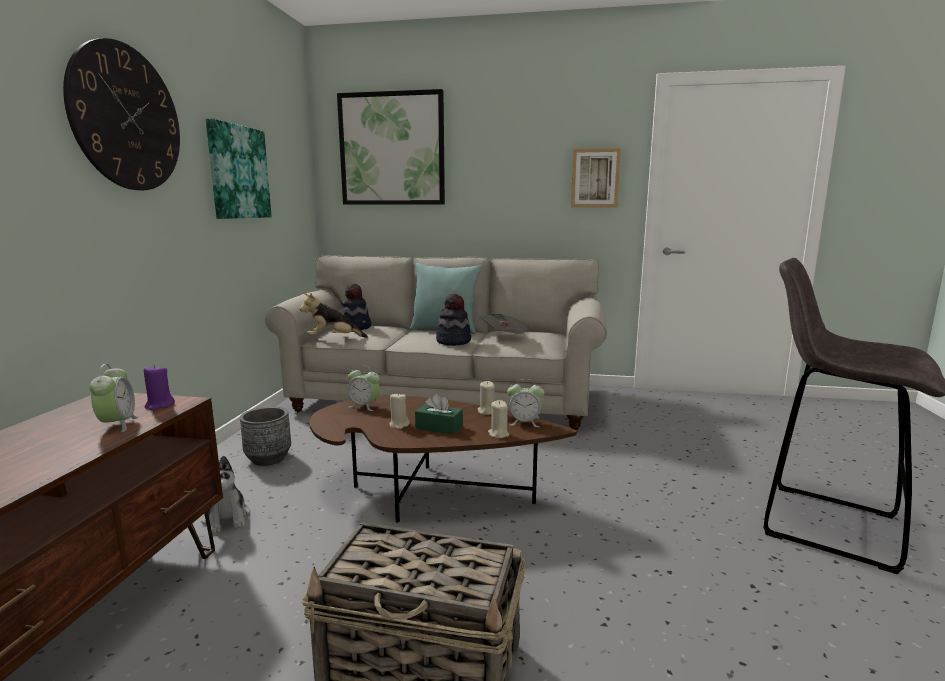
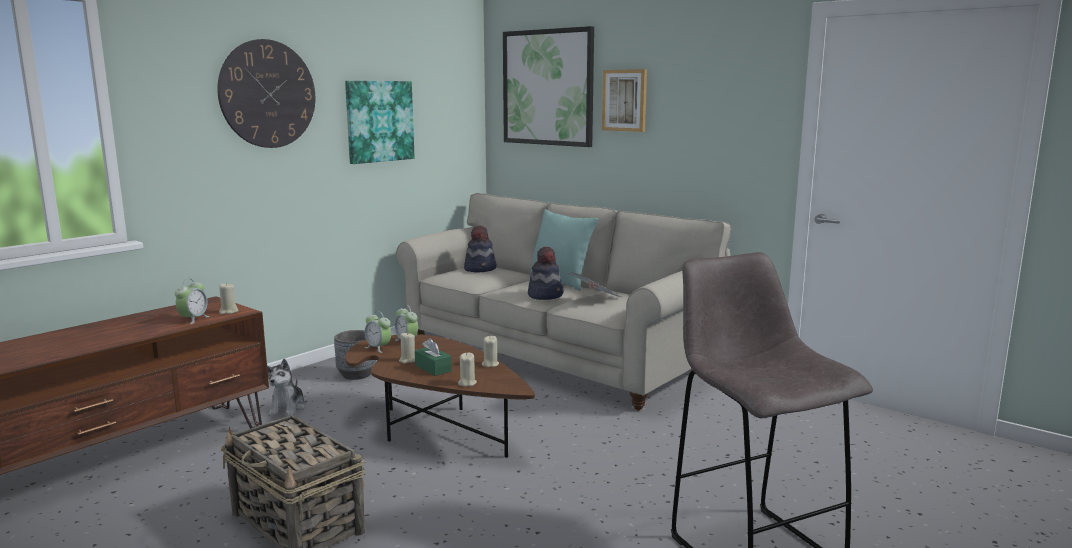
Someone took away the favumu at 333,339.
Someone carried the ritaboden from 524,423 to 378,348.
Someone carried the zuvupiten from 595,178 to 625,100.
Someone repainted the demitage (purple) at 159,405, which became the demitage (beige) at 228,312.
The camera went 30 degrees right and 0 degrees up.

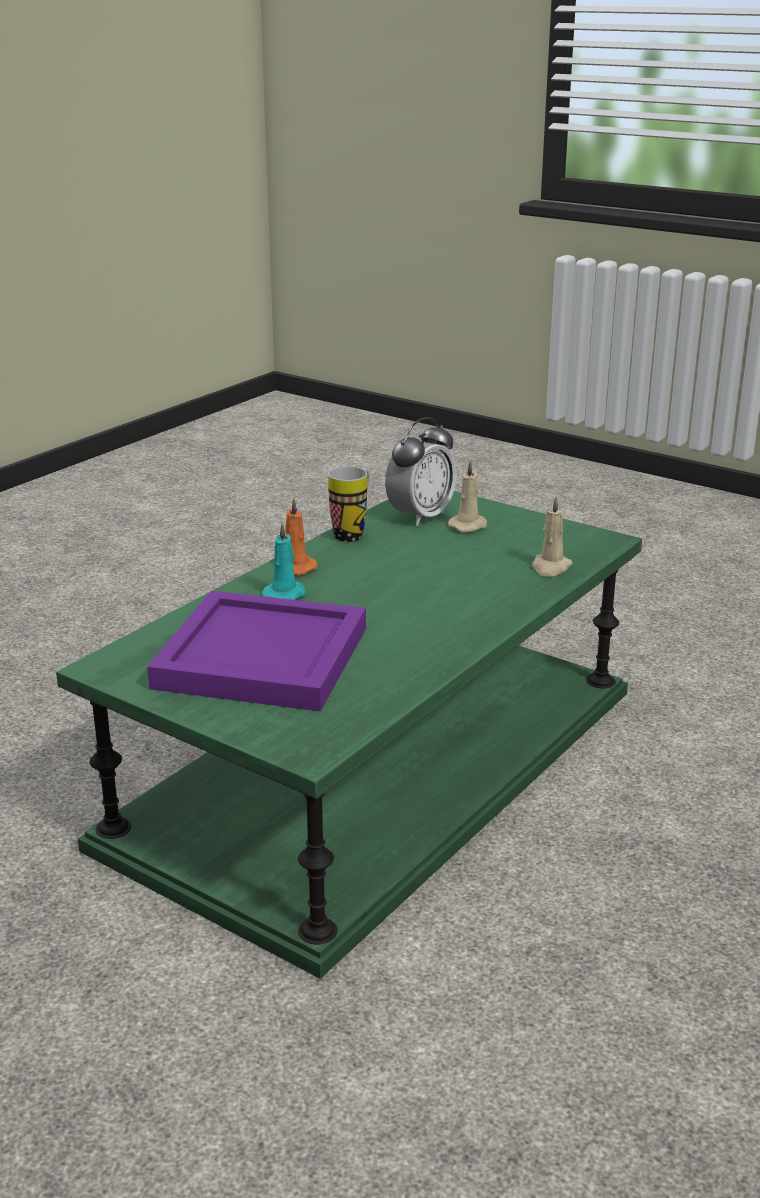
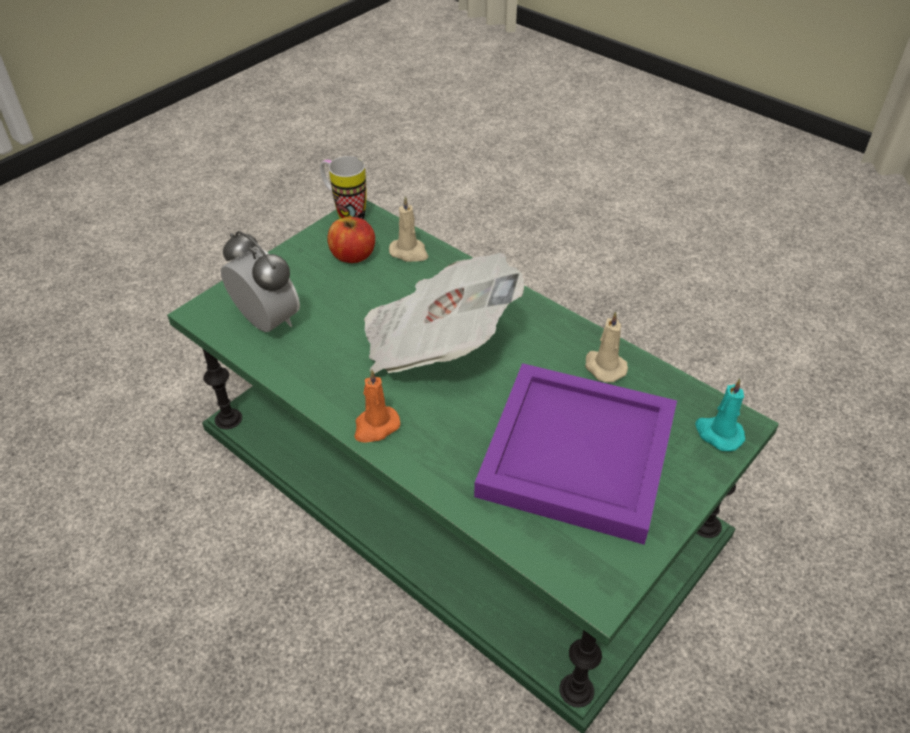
Someone put down the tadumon at 353,255.
Someone put down the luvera at 436,344.
Someone carried the demitage (turquoise) from 286,594 to 718,433.
Someone carried the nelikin from 353,533 to 345,214.
Someone carried the demitage (beige) from 469,526 to 604,367.
The camera went 85 degrees left and 20 degrees up.

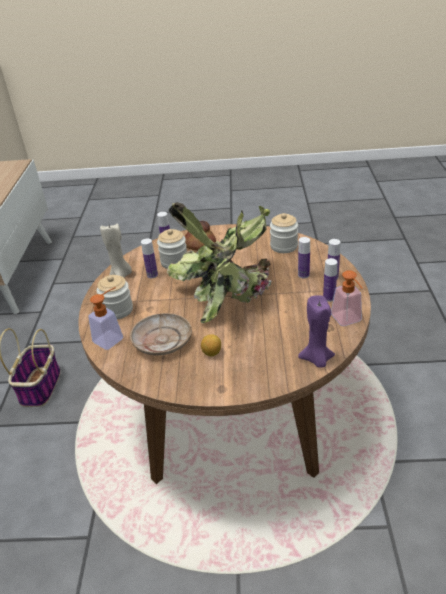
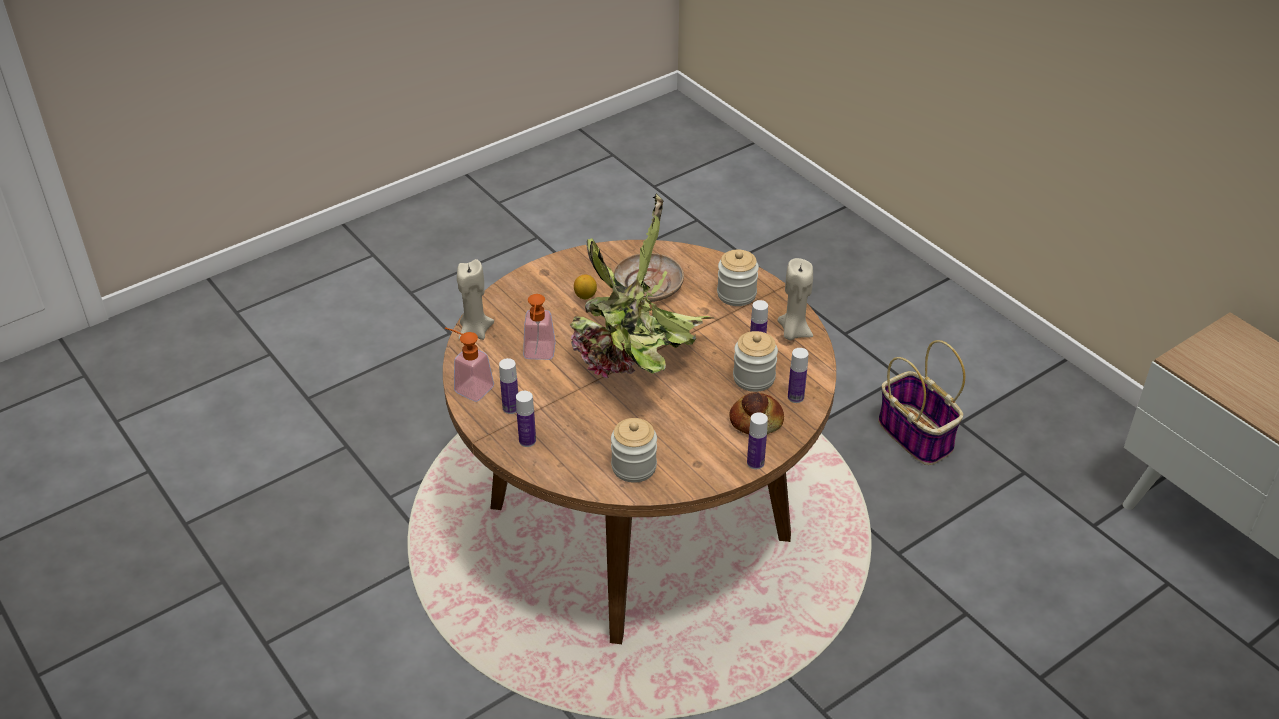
Someone carried the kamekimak from 112,337 to 539,355.
Someone carried the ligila from 303,275 to 755,463.
Someone repainted the demitage (purple) at 317,360, which became the demitage (beige) at 475,332.
The camera went 140 degrees right and 5 degrees up.

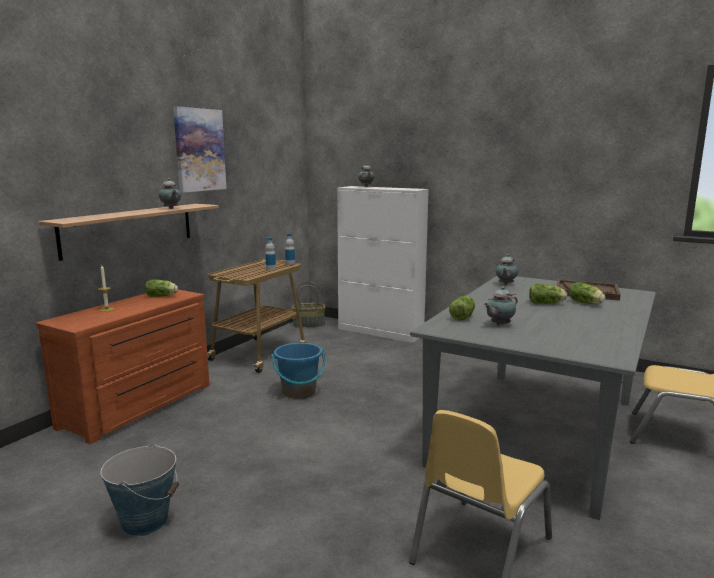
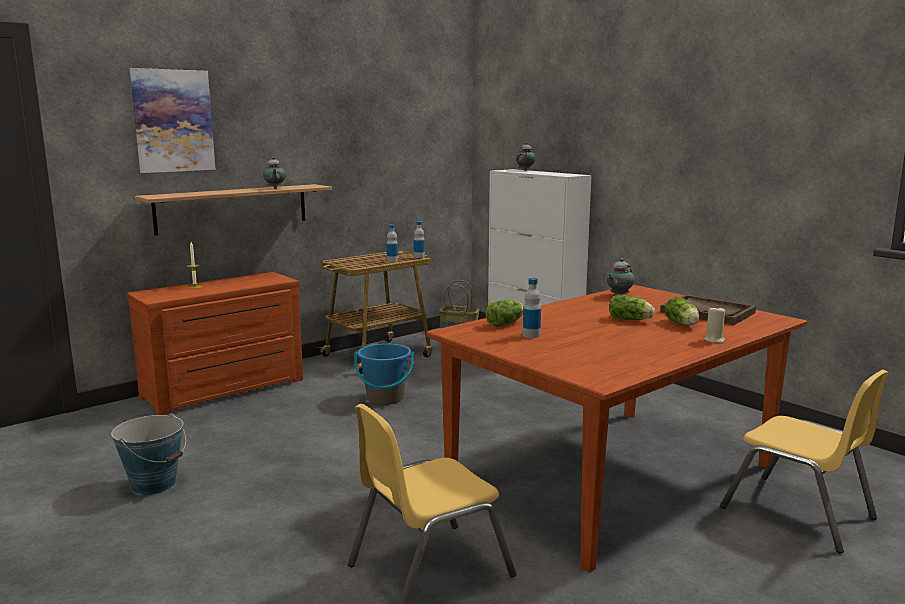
Someone took away the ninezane at 162,296.
Someone put down the demitage (beige) at 714,340.
Someone carried the zuvupiten from 199,150 to 173,121.
Someone swapped the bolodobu at 499,325 for the ligila at 531,335.
Someone repainted the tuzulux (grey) at 536,431, which became the tuzulux (brown) at 612,476.
The camera went 20 degrees right and 0 degrees up.

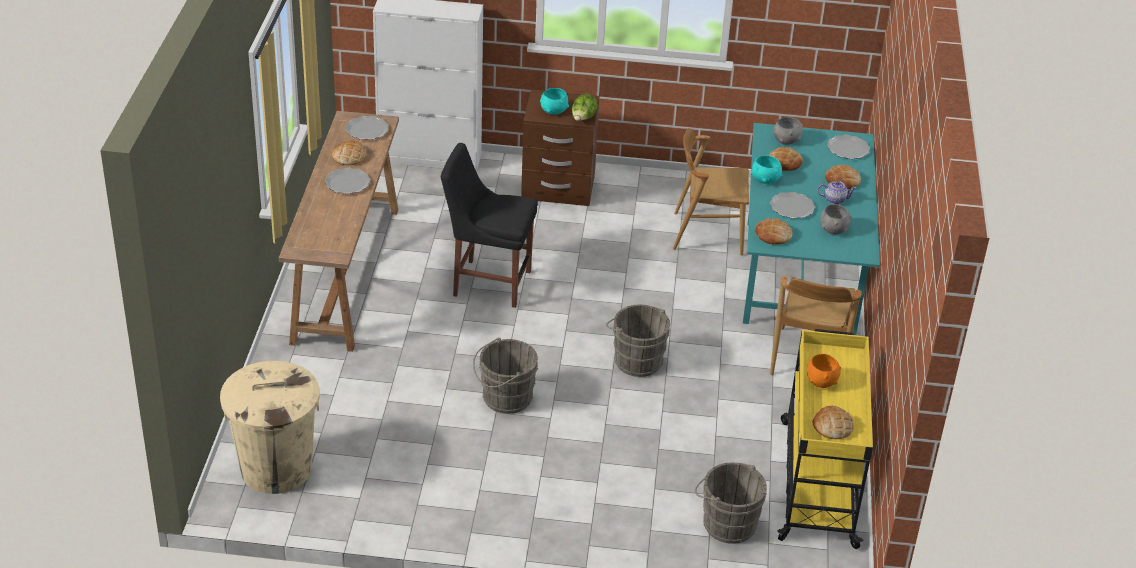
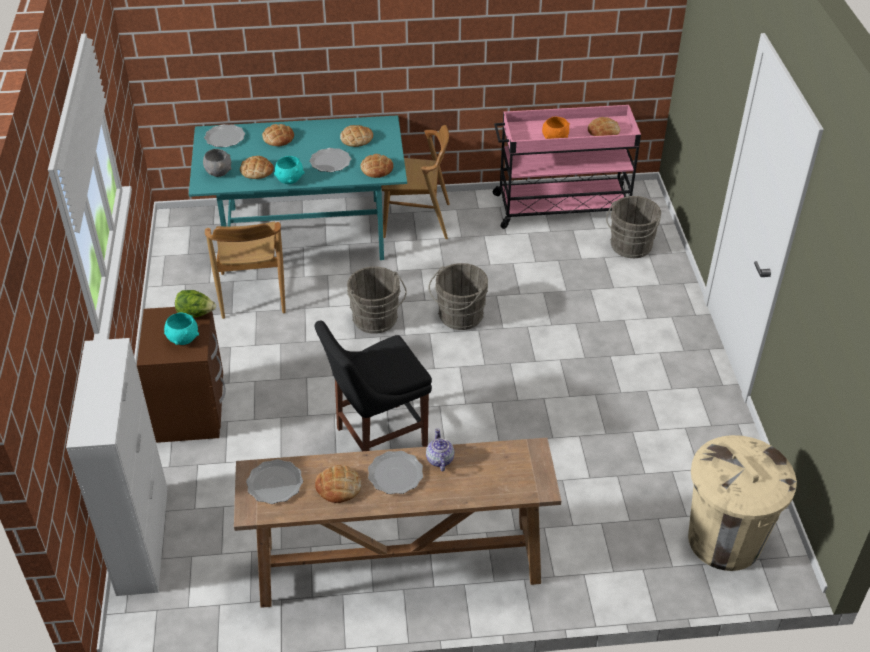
Someone carried the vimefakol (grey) from 504,398 to 376,320.
Someone carried the bolodobu from 834,199 to 439,460.
Someone swapped the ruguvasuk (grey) at 834,229 for the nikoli at 356,139.
Someone repainted the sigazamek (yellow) at 817,481, which became the sigazamek (pink) at 561,207.
Someone rotated the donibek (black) at 488,282 by 60 degrees clockwise.
The camera went 100 degrees left and 5 degrees up.

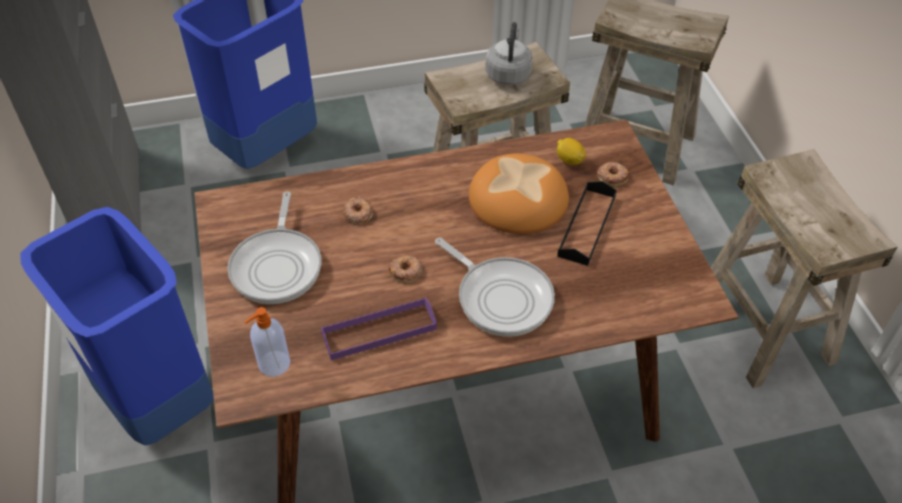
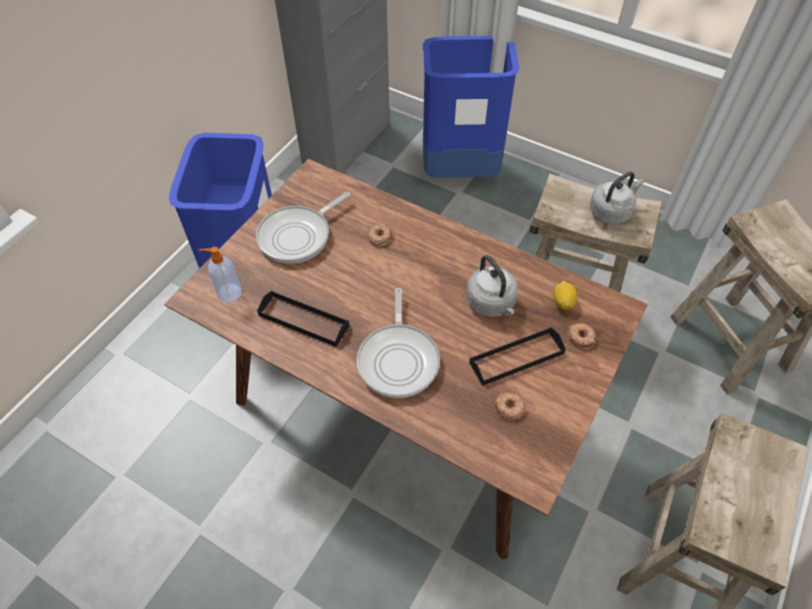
Someone carried the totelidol from 406,271 to 509,408.
Someone swapped the nikoli at 519,200 for the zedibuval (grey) at 491,304.
Someone repainted the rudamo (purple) at 379,331, which became the rudamo (black) at 303,320.
The camera went 45 degrees right and 5 degrees up.

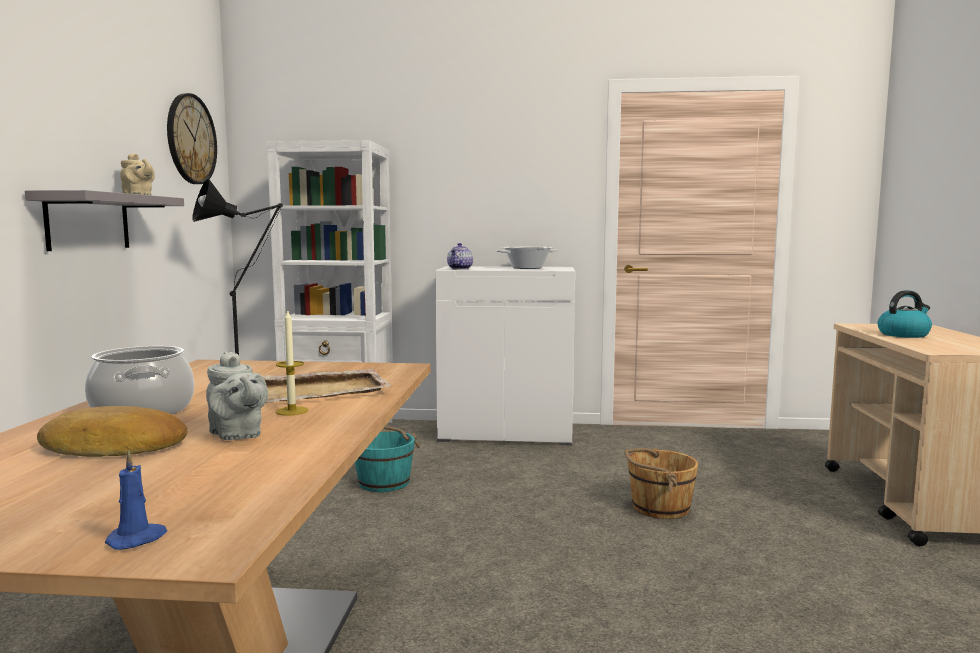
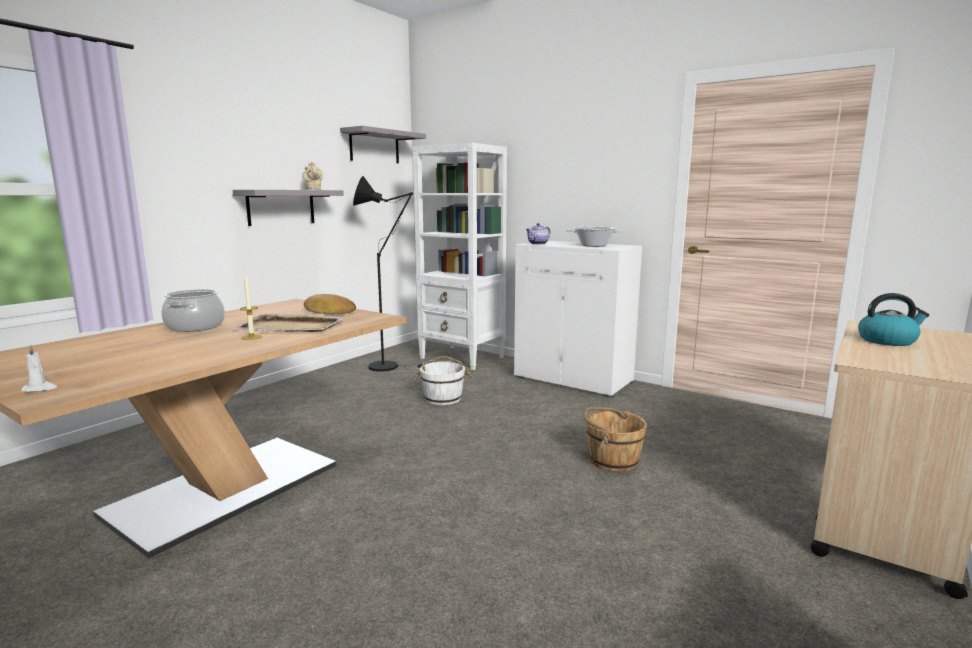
Someone took away the bolodobu (grey) at 237,435.
Someone carried the nikoli from 114,447 to 329,311.
Someone swapped the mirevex at 191,139 for the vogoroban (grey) at 374,147.
Someone repainted the demitage (blue) at 138,539, which became the demitage (white) at 40,389.
Someone repainted the vimefakol (turquoise) at 383,482, which became the vimefakol (white) at 443,398.
The camera went 30 degrees right and 5 degrees up.

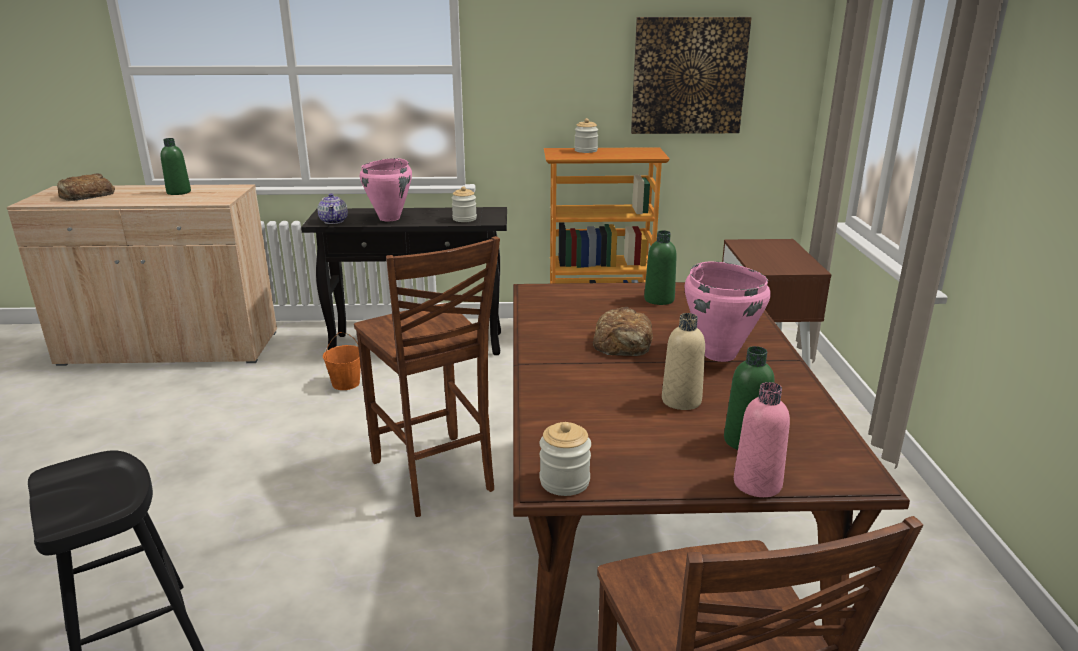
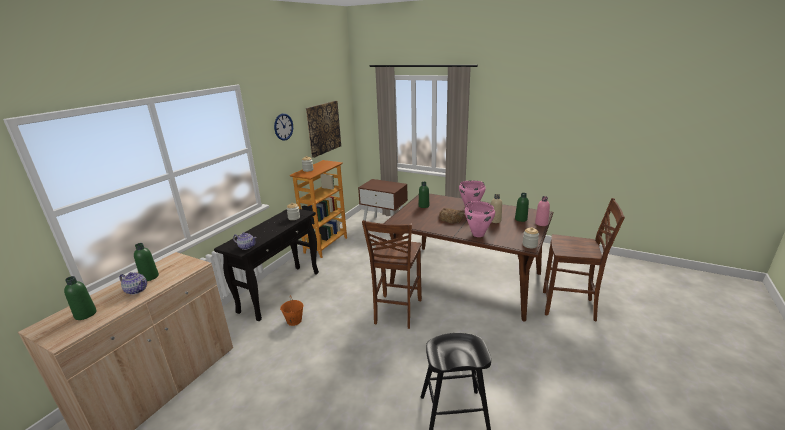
Someone put down the bolodobu at 136,290.
Someone put up the mirevex at 283,127.
Someone carried the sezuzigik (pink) from 390,218 to 478,234.
Someone swapped the nikoli at 85,195 for the ligila (green) at 85,314.
Someone rotated the donibek (brown) at 434,477 by 105 degrees clockwise.
The camera went 60 degrees left and 0 degrees up.

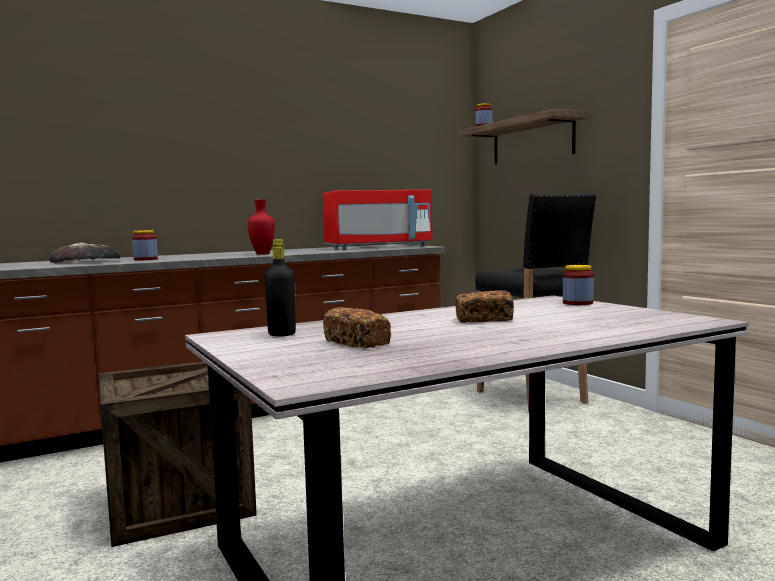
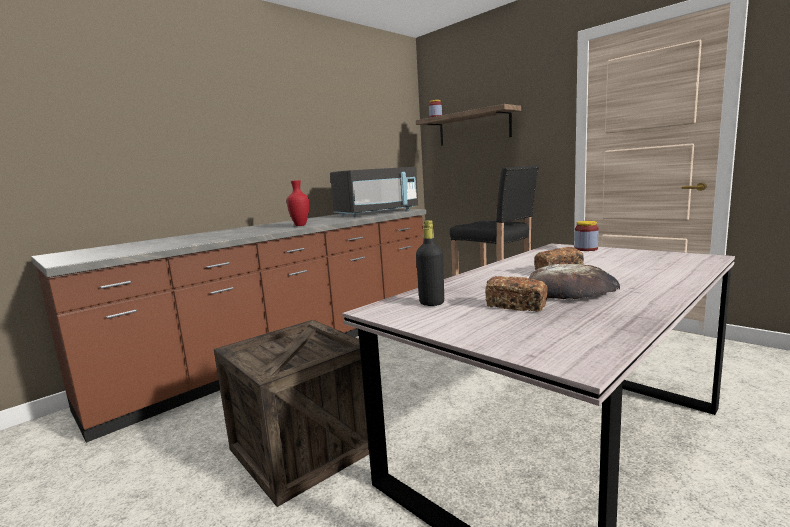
Someone took away the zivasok at 145,259.
Someone carried the nikoli from 86,262 to 571,290.
Someone repainted the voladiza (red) at 378,247, which became the voladiza (black) at 377,213.
The camera went 15 degrees left and 5 degrees up.

